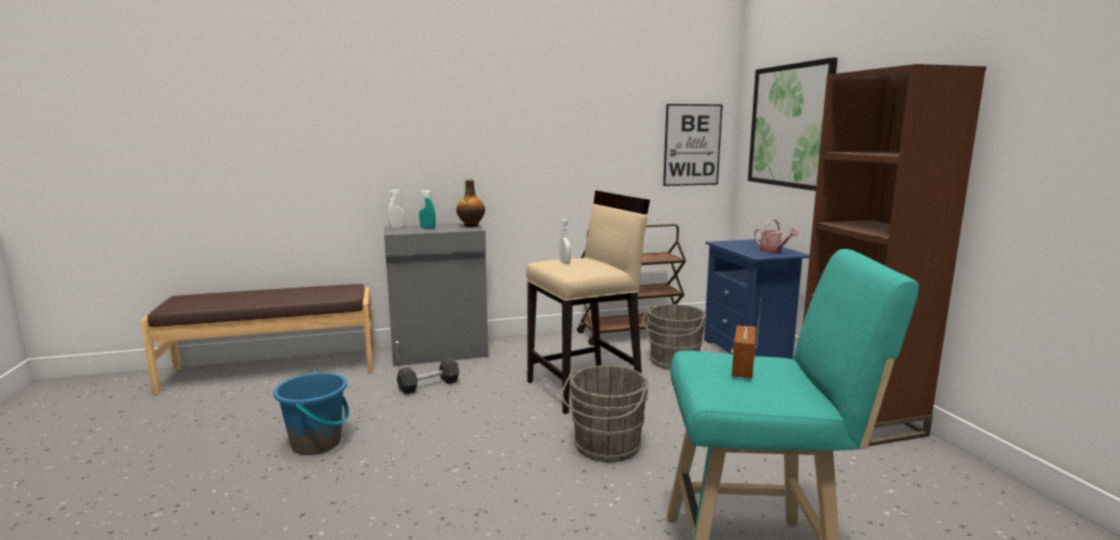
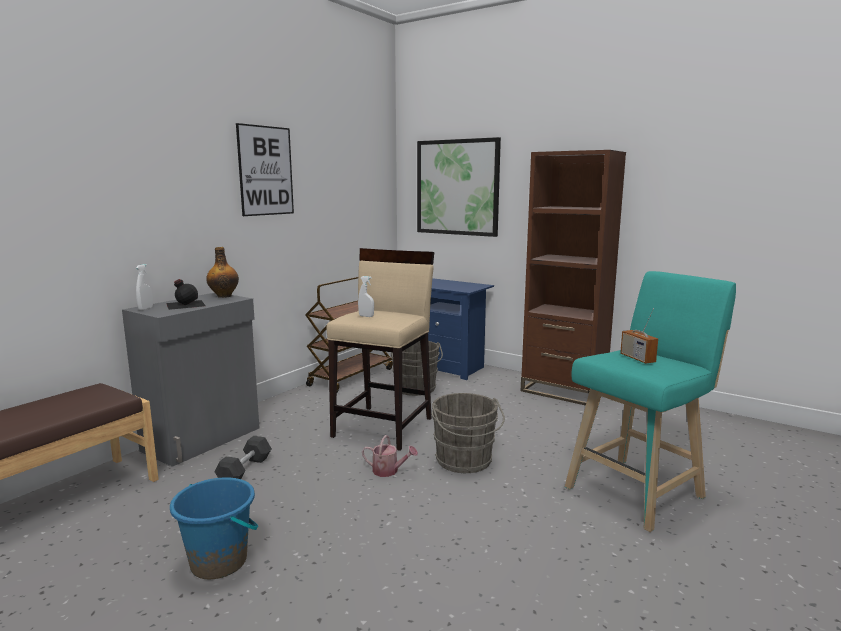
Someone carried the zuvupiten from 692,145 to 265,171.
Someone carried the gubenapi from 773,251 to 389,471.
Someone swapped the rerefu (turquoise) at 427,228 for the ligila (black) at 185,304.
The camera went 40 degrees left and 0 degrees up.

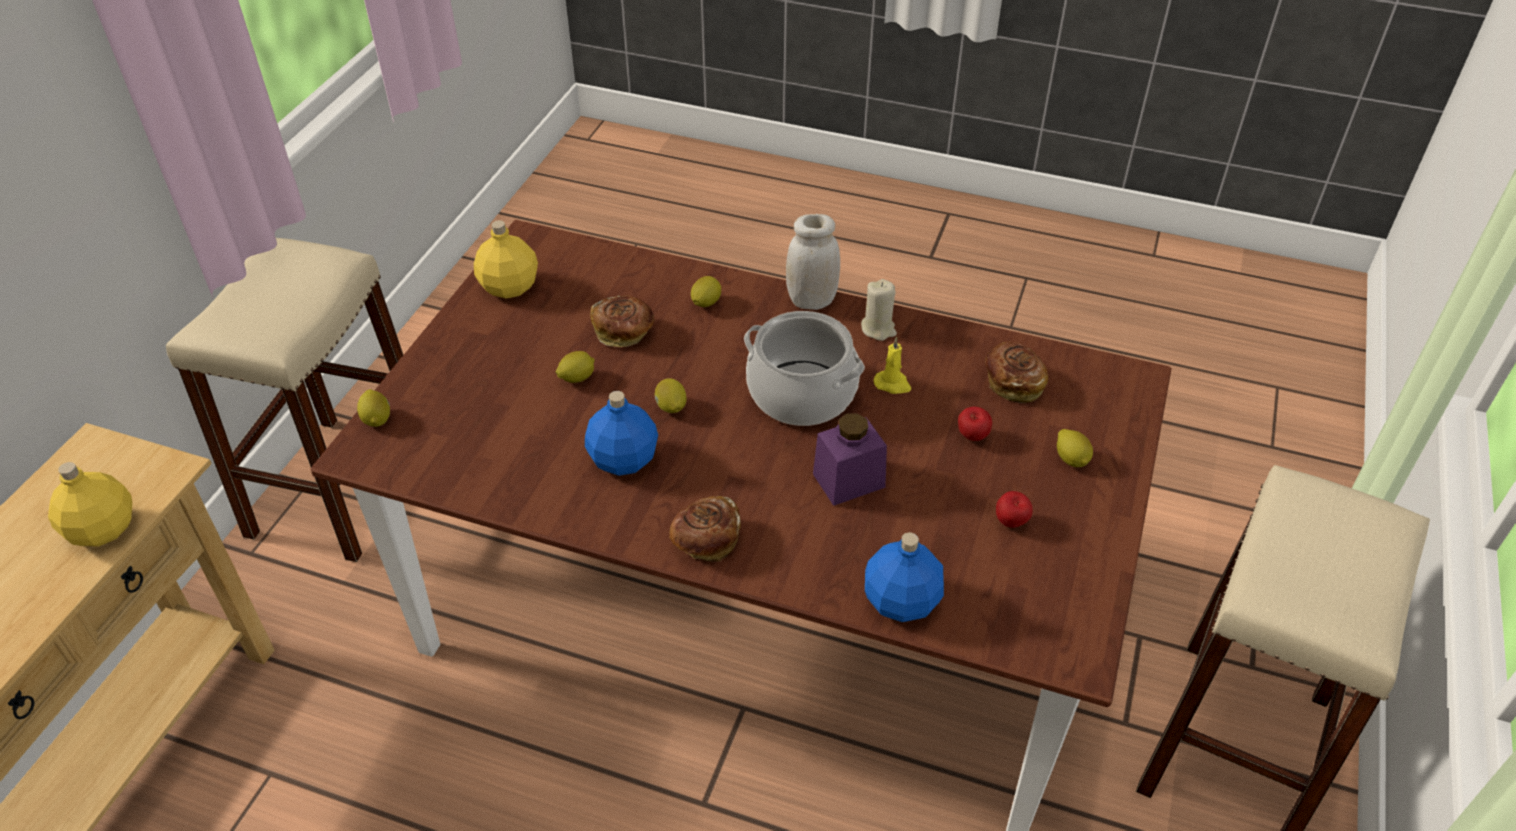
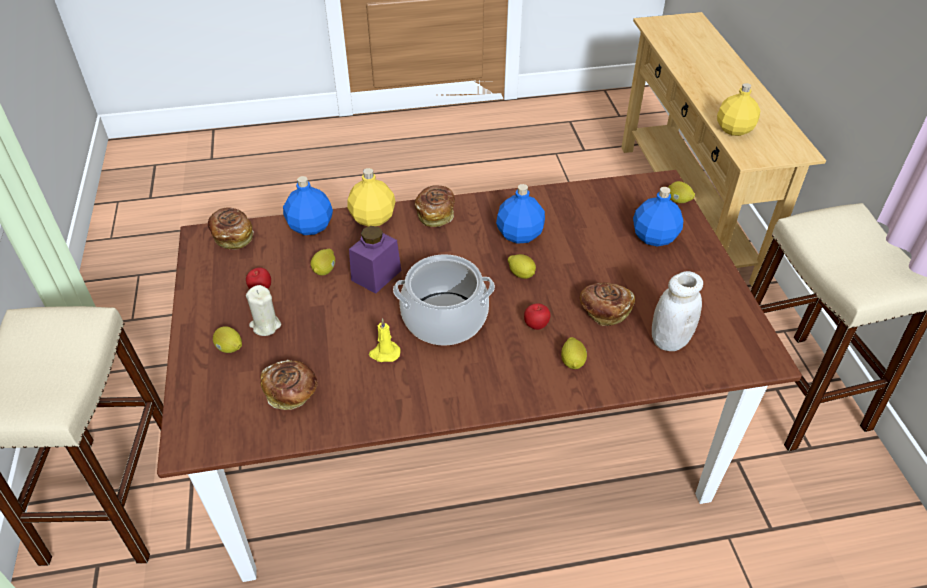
Someone put down the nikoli at 232,236.
Someone put down the ligila (blue) at 654,237.
Someone carried the ligila (yellow) from 510,286 to 373,219.
Someone carried the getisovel from 577,378 to 325,270.
Someone carried the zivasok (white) from 811,301 to 669,340.
Someone carried the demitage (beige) from 878,329 to 265,325.
Someone carried the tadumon from 972,437 to 536,325.
The camera went 150 degrees right and 0 degrees up.

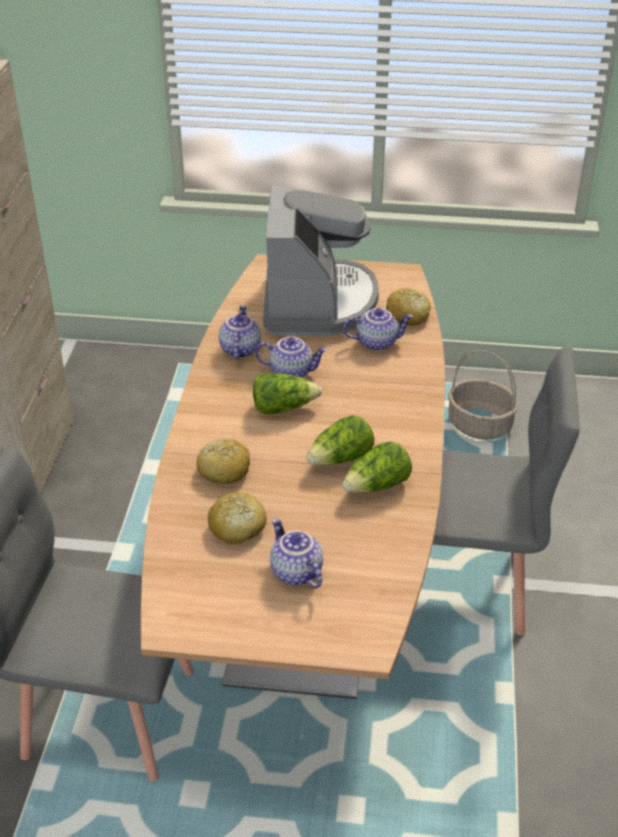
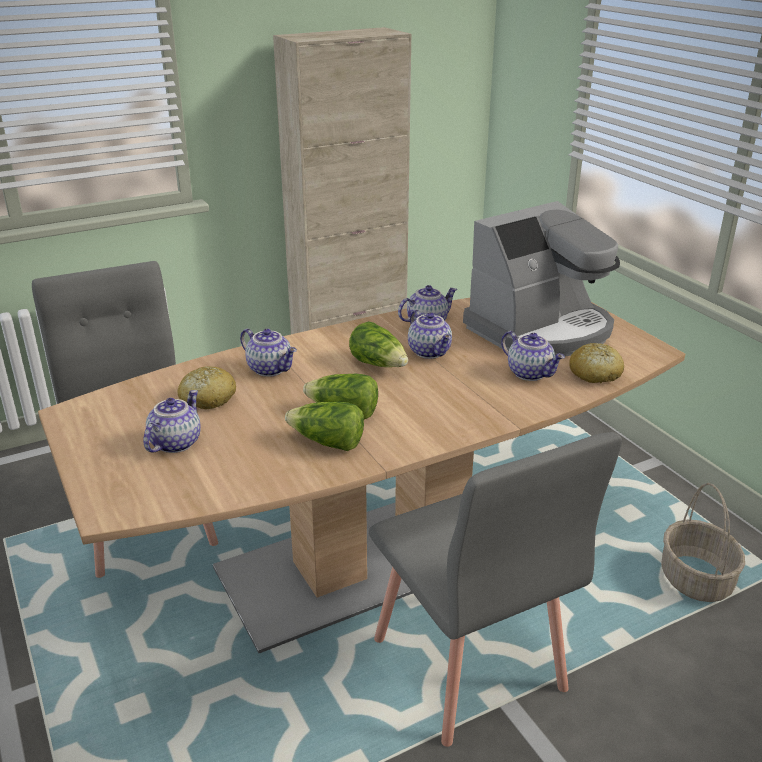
Someone swapped the nikoli at 224,469 for the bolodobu at 271,369.
The camera went 55 degrees right and 10 degrees down.

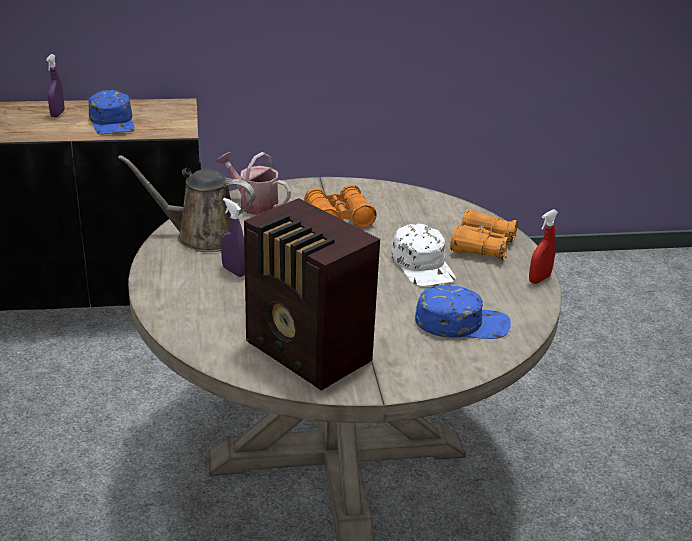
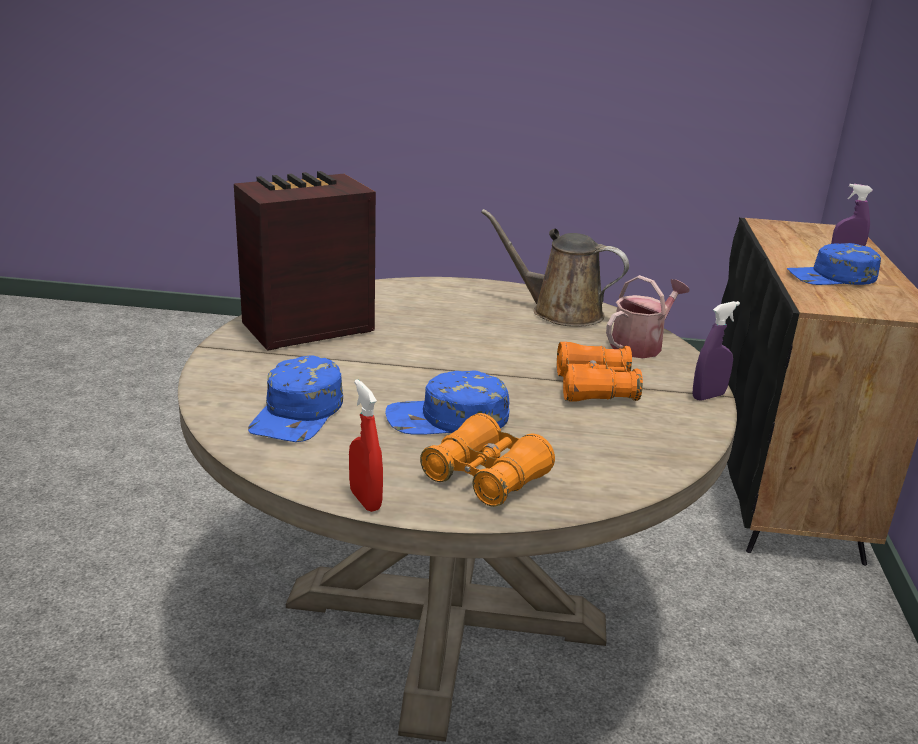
Someone carried the rerefu (purple) from 234,271 to 708,396.
Someone repainted the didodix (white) at 423,265, which became the didodix (blue) at 447,418.
Someone rotated the gubenapi (brown) at 201,237 by 90 degrees counterclockwise.
The camera went 105 degrees right and 5 degrees down.

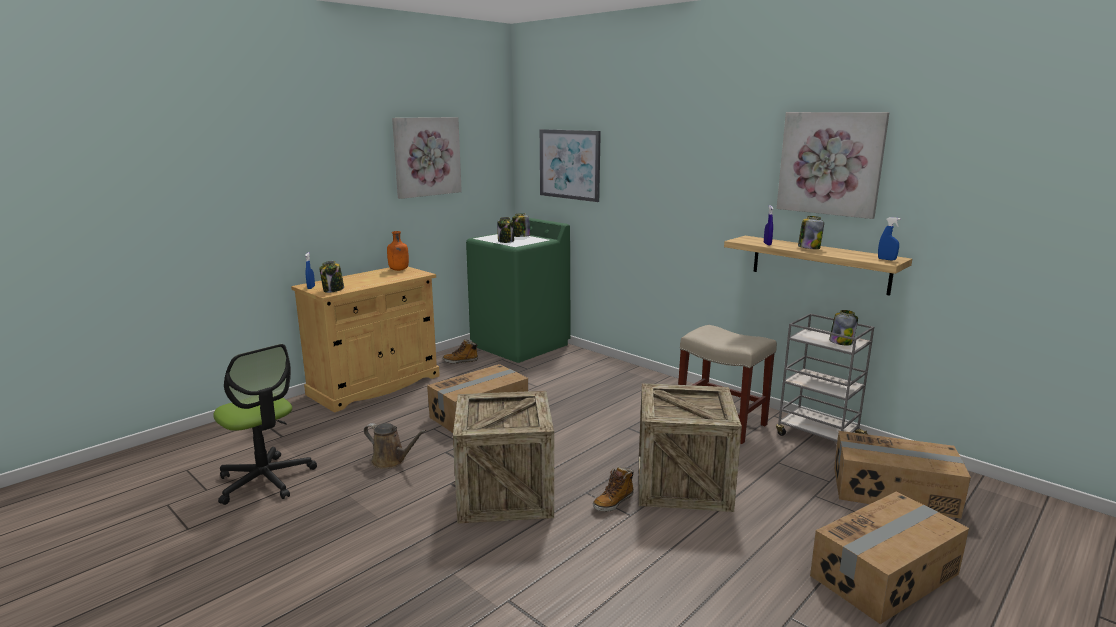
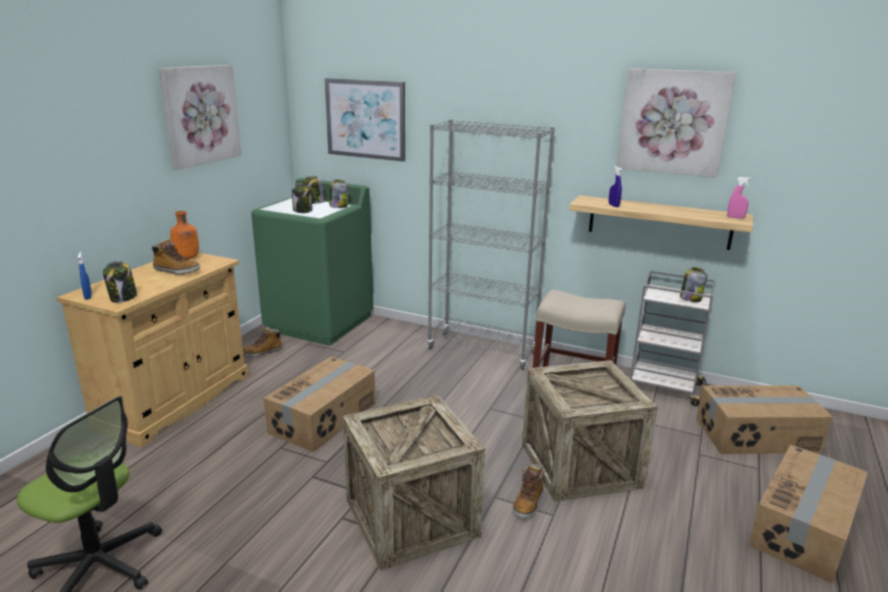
Someone took away the gubenapi (brown) at 391,461.
Someone put down the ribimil at 176,271.
Someone put down the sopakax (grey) at 482,351.
Someone carried the zivasok from 808,248 to 338,206.
Someone repainted the rerefu (blue) at 886,259, which became the rerefu (pink) at 735,217.
The camera went 20 degrees left and 5 degrees up.

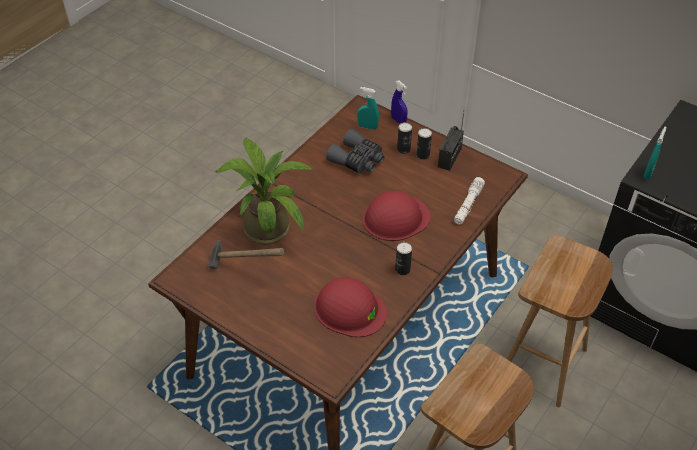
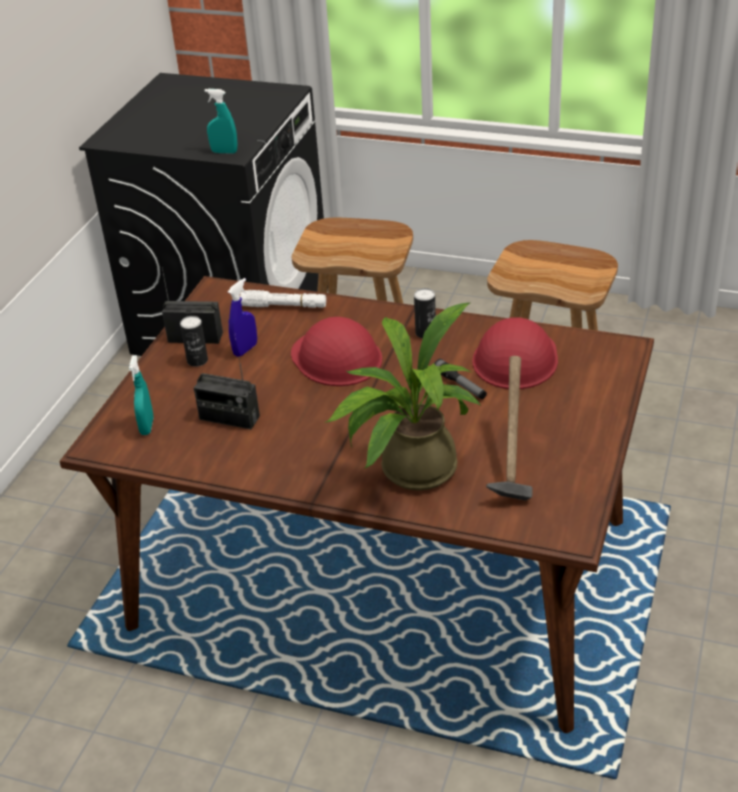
Someone took away the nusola at 403,149.
Someone put down the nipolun at 460,385.
Someone carried the rerefu (blue) from 398,121 to 245,349.
Someone swapped the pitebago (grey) at 357,160 for the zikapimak at 229,418.
The camera went 105 degrees left and 10 degrees down.

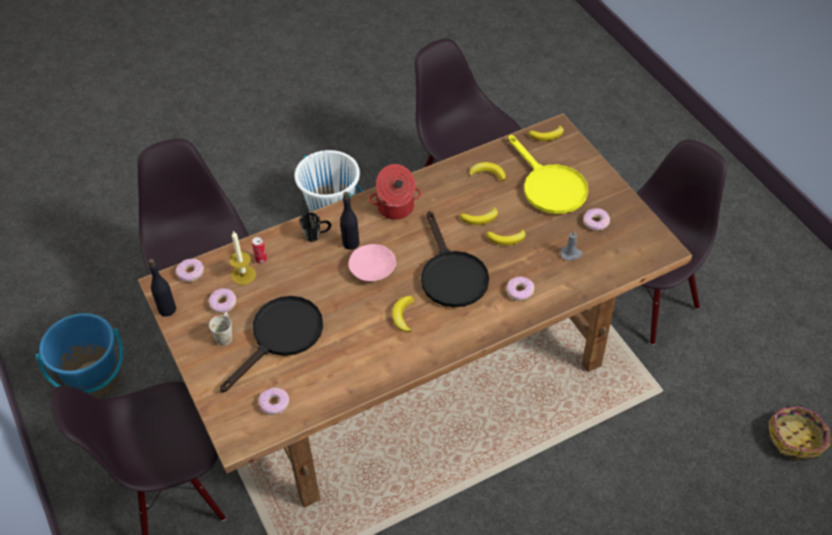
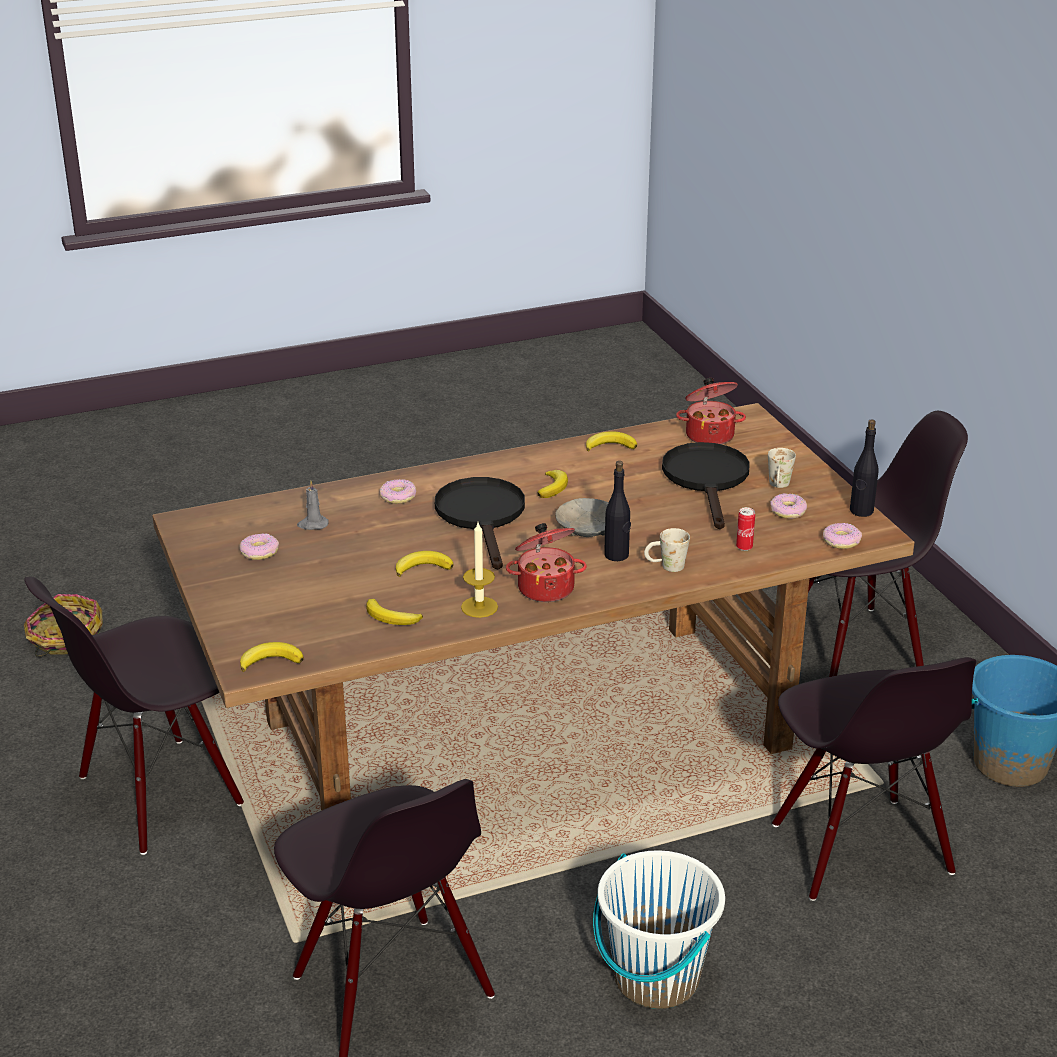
Someone took away the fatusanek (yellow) at 549,186.
Someone carried the demitage from 243,275 to 479,607.
Someone carried the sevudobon from 506,239 to 610,446.
Someone swapped the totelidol at 274,404 for the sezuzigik at 709,435.
Someone repainted the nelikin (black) at 317,235, which became the nelikin (white) at 665,567.
Someone repainted the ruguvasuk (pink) at 373,269, which became the ruguvasuk (grey) at 587,528.
Someone rotated the fatusanek (black) at 281,337 by 135 degrees clockwise.
The camera went 175 degrees left and 20 degrees down.

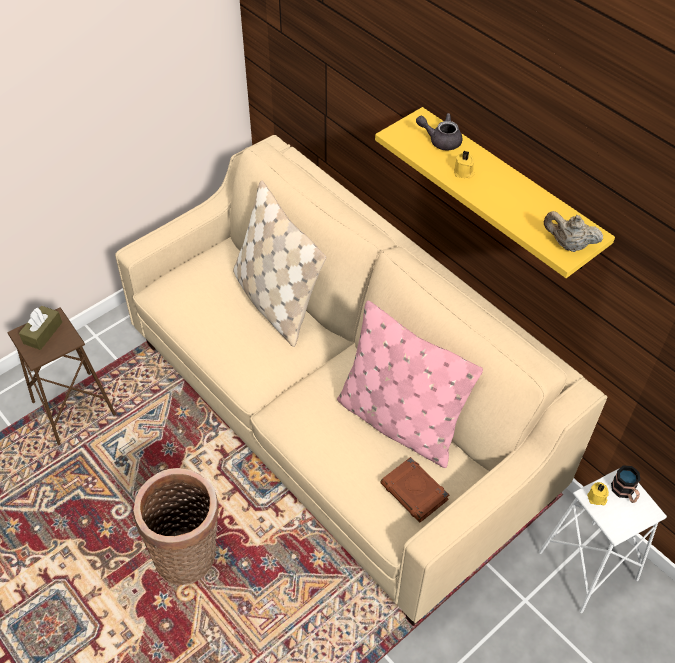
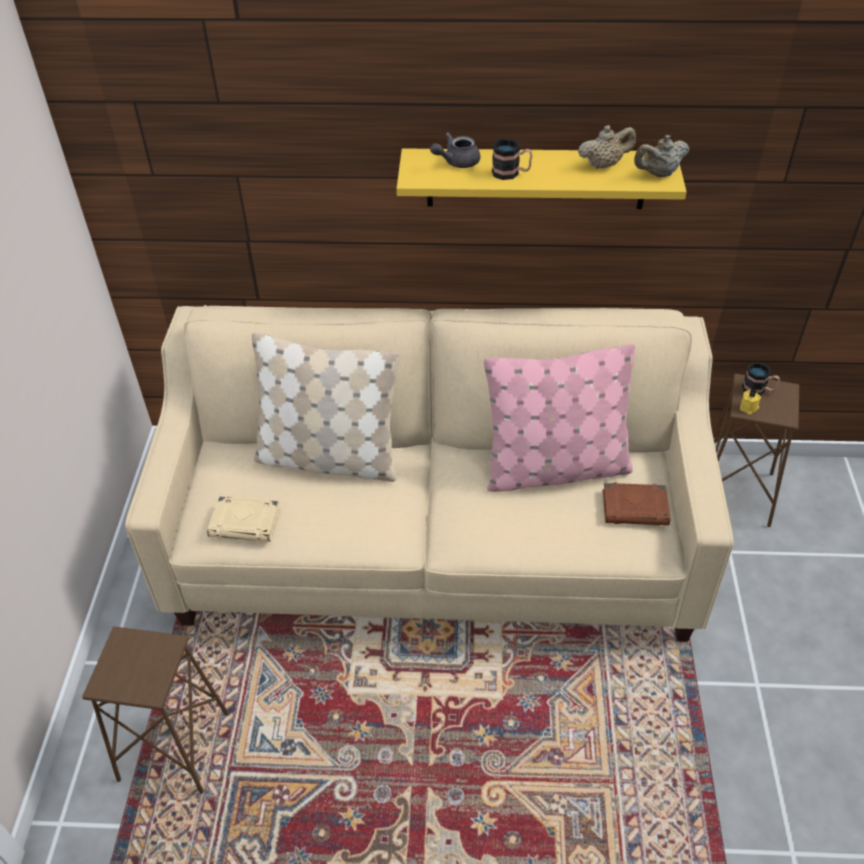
Someone took away the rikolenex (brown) at 43,333.
Someone took away the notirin at 189,555.
Someone put down the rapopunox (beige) at 246,522.
Someone put down the bolodobu (beige) at 604,165.
Someone swapped the demitage (yellow) at 463,173 for the nelikin at 511,173.
Someone repainted the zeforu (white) at 587,566, which became the zeforu (brown) at 734,493.
The camera went 45 degrees left and 5 degrees down.

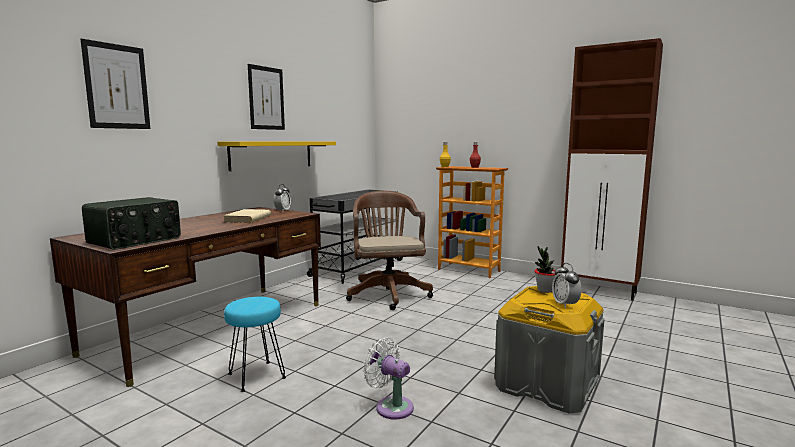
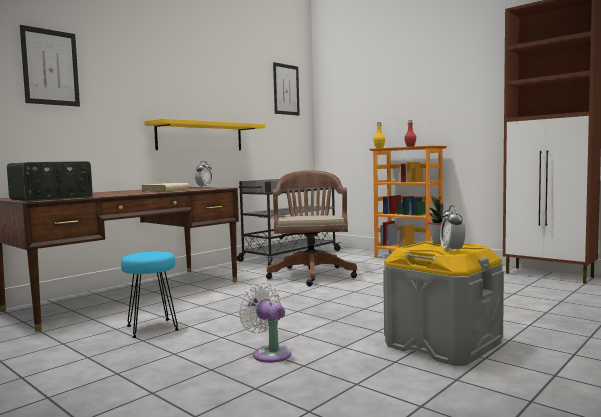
Someone carried the zuvupiten from 266,98 to 286,89.
The camera went 10 degrees right and 5 degrees down.

